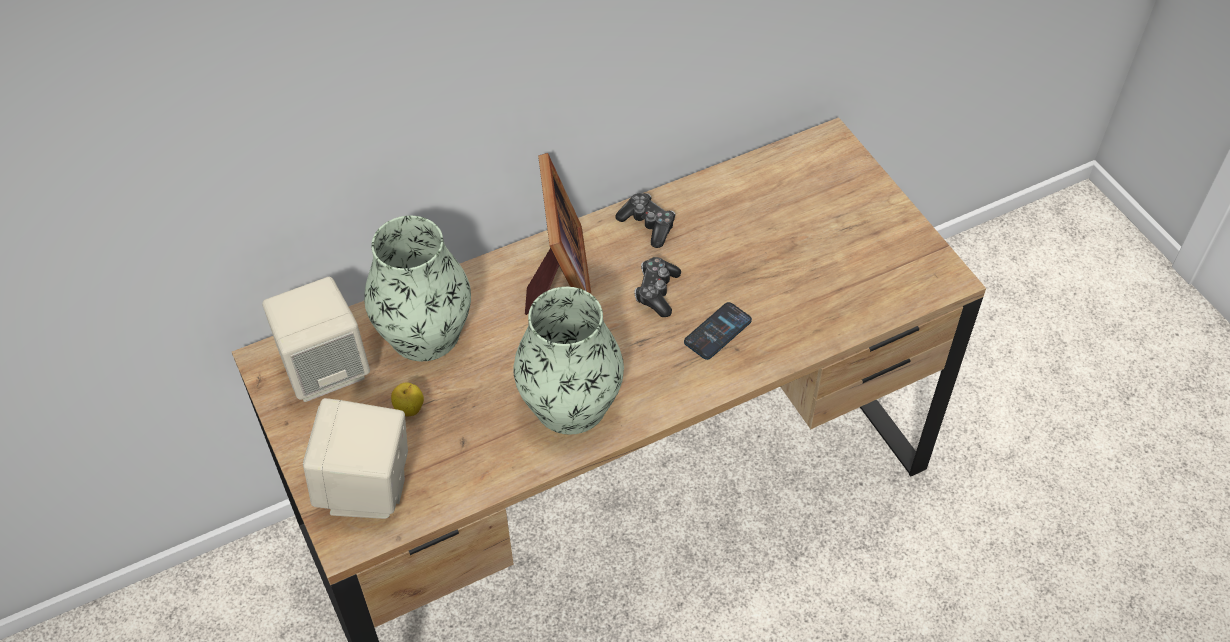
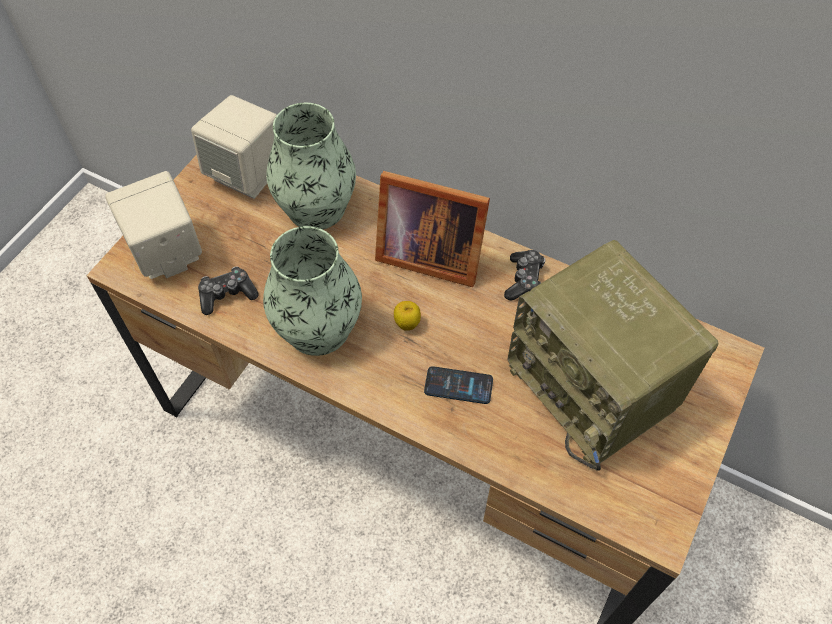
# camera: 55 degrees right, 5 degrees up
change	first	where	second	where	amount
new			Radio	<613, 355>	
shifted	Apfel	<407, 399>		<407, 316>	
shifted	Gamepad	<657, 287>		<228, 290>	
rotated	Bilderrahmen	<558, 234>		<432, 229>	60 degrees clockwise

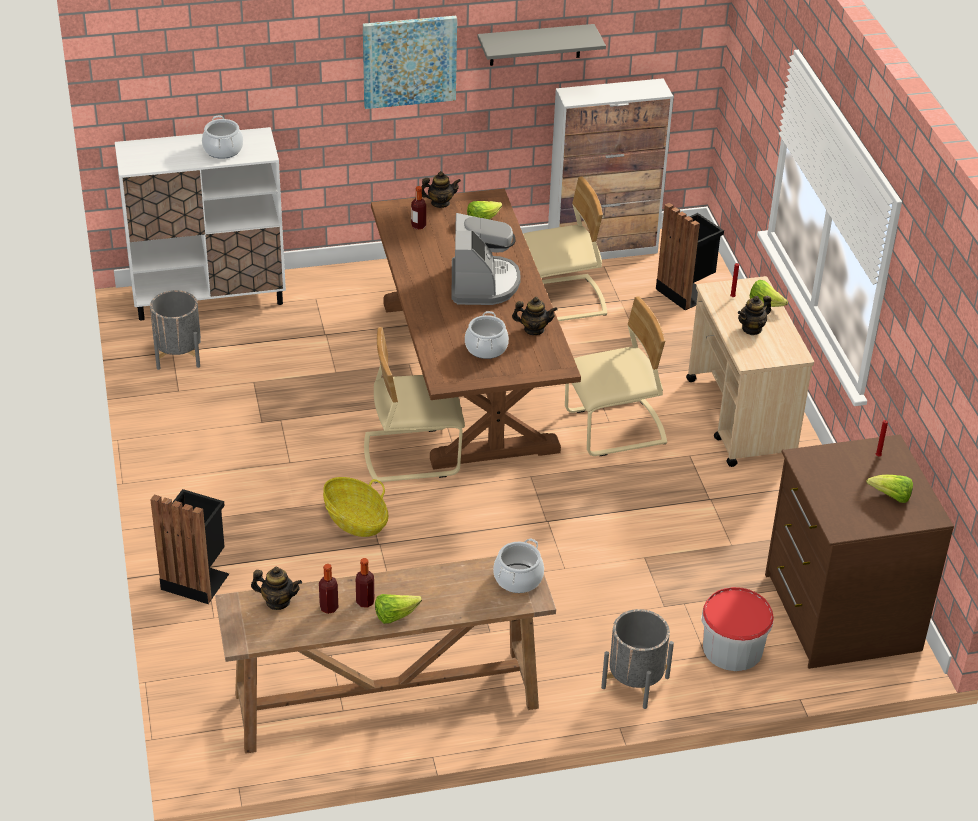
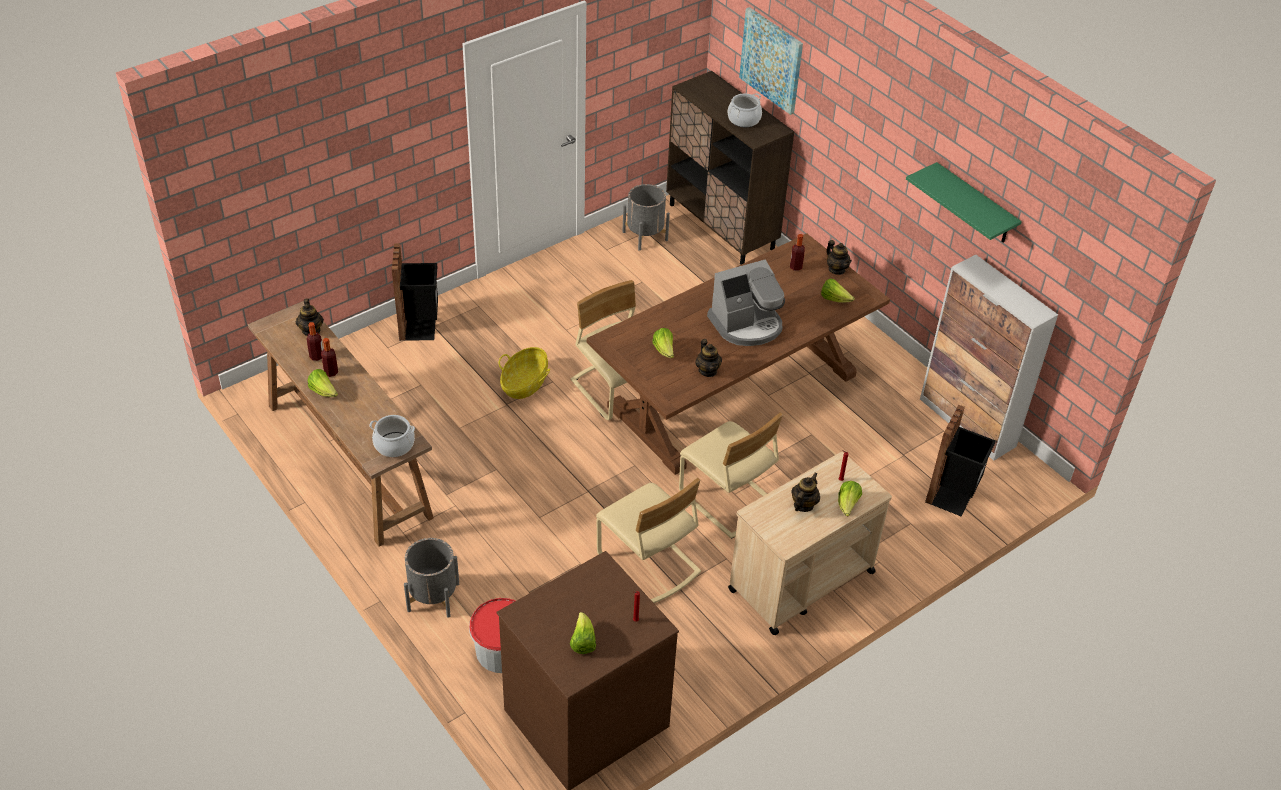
# camera: 65 degrees right, 5 degrees up
change	first	where	second	where	amount
shifted	Bild	<410, 62>		<771, 61>	
shifted	Stuhl/beige	<565, 248>		<648, 540>	
swapped	Kochtopf	<487, 335>	Salatkopf	<663, 343>	
repainted	Schrank/weiß	<200, 224>	Schrank/braun	<730, 168>	
repainted	Wandregal/grau	<542, 45>	Wandregal/grün	<964, 202>	
rotated	Teekanne	<754, 315>		<805, 492>	90 degrees clockwise

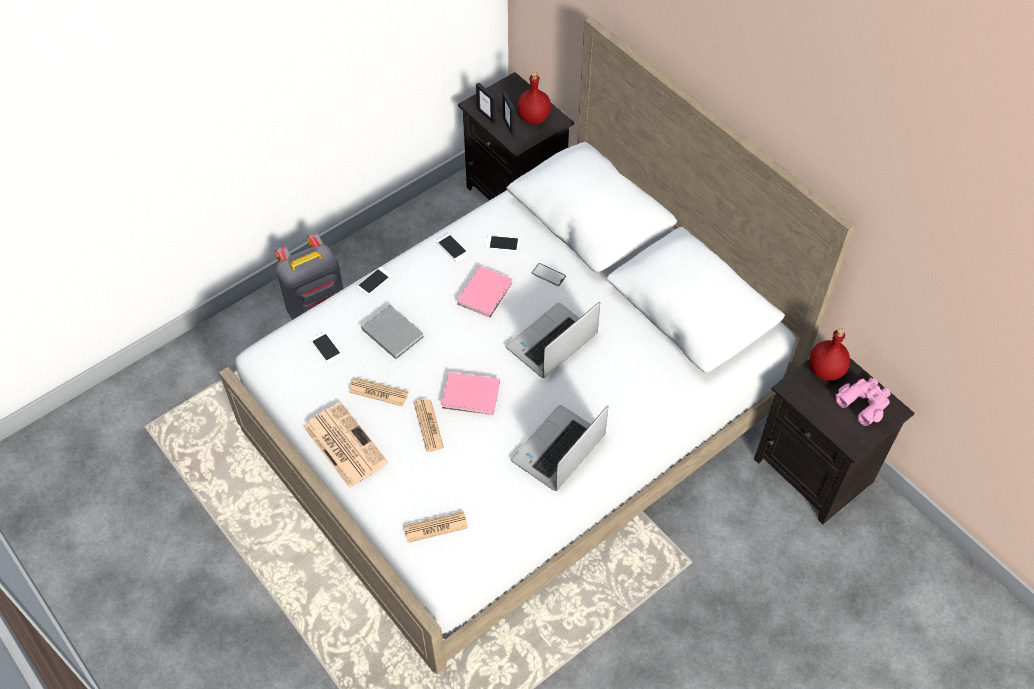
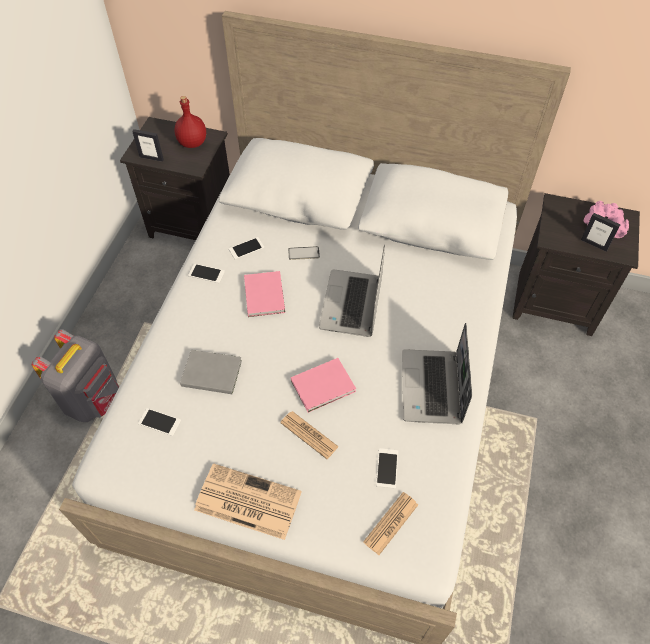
# camera: 35 degrees left, 0 degrees up
change	first	where	second	where	amount
gone	Zeitung	<379, 392>			
gone	Flasche/rot	<829, 354>			
shifted	Handy	<374, 281>		<387, 468>	
shifted	Bilderrahmen	<508, 113>		<601, 232>	

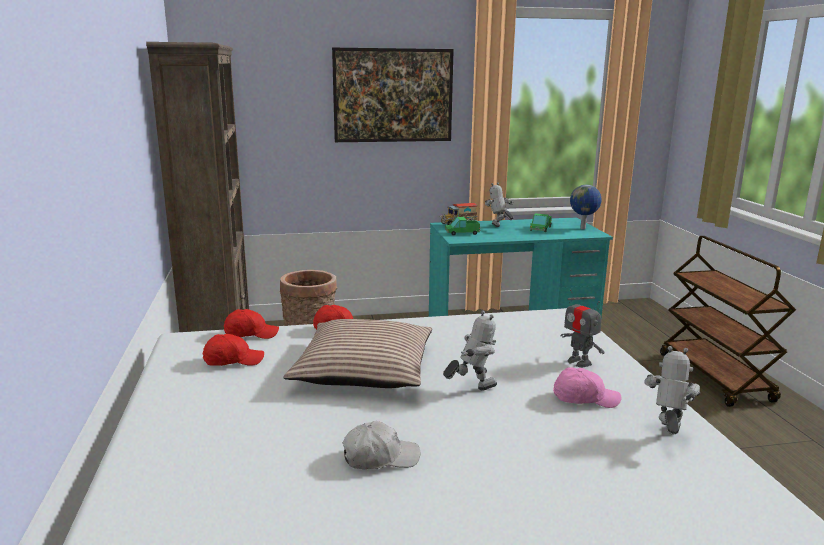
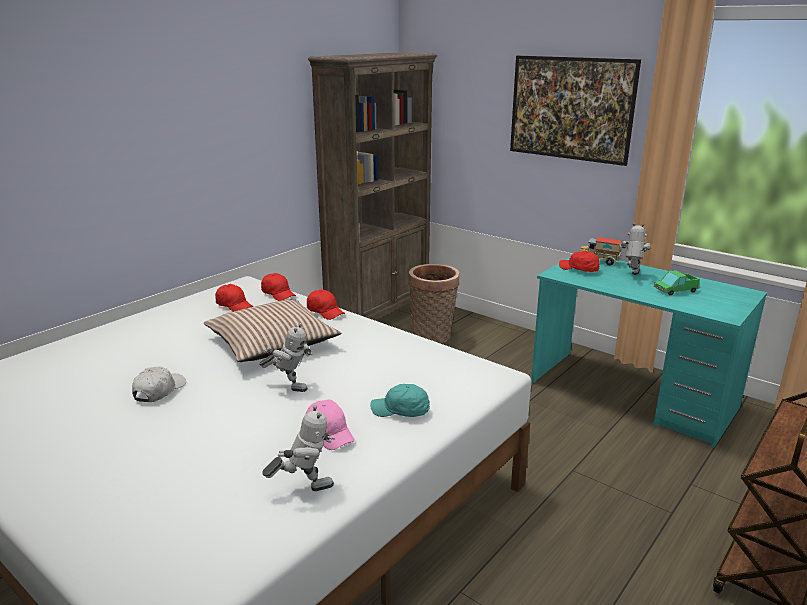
# camera: 50 degrees right, 5 degrees up
change	first	where	second	where	amount
gone	Globus	<586, 207>			
swapped	Spielzeuglaster	<462, 226>	Kappe/rot	<579, 261>	
swapped	Spielzeugroboter	<582, 328>	Kappe/türkis	<400, 400>	
rotated	Kappe/weiß	<381, 445>		<159, 384>	105 degrees counterclockwise

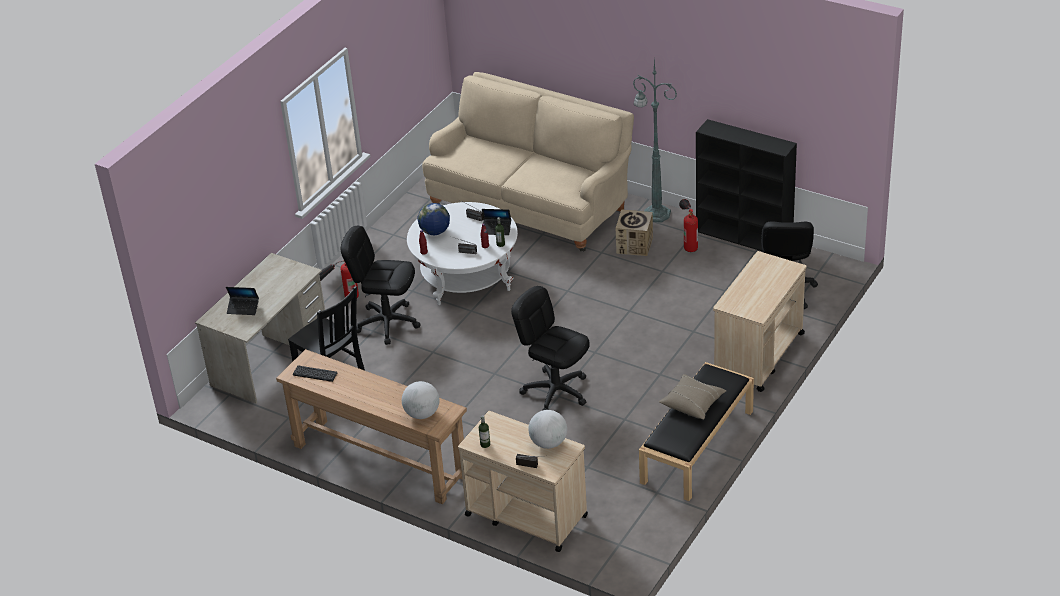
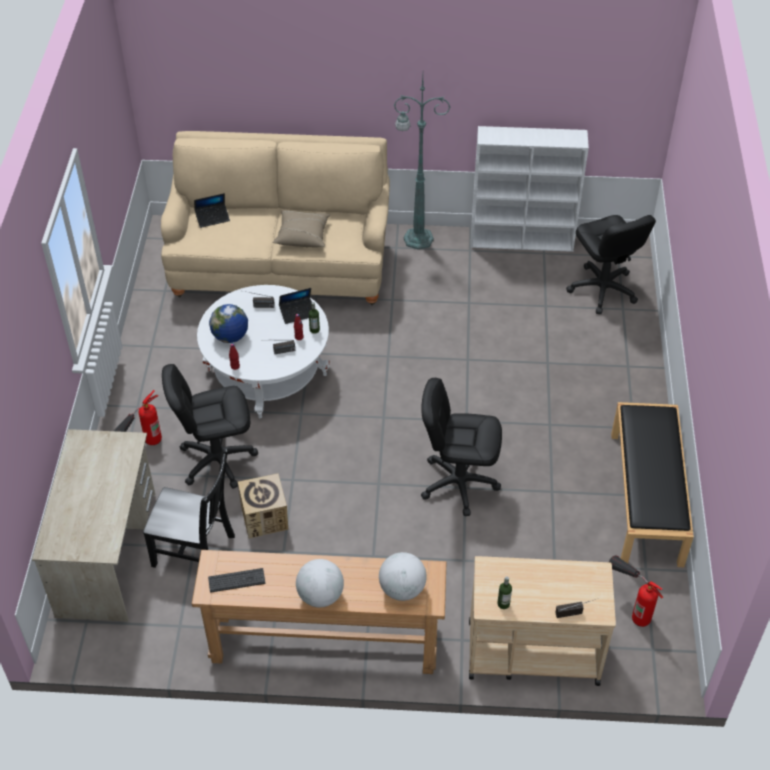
# camera: 30 degrees left, 10 degrees up
change	first	where	second	where	amount
gone	Rollwagen/beige	<760, 321>			
shifted	Laptop	<242, 301>		<212, 210>	
shifted	Globus	<547, 429>		<320, 583>	
shifted	Karton	<634, 232>		<263, 506>	
shifted	Kissen/beige	<693, 396>		<301, 229>	
shifted	Feuerlöscher	<688, 225>		<636, 591>	
repainted	Bücherregal/schwarz	<746, 185>	Bücherregal/weiß	<530, 189>	

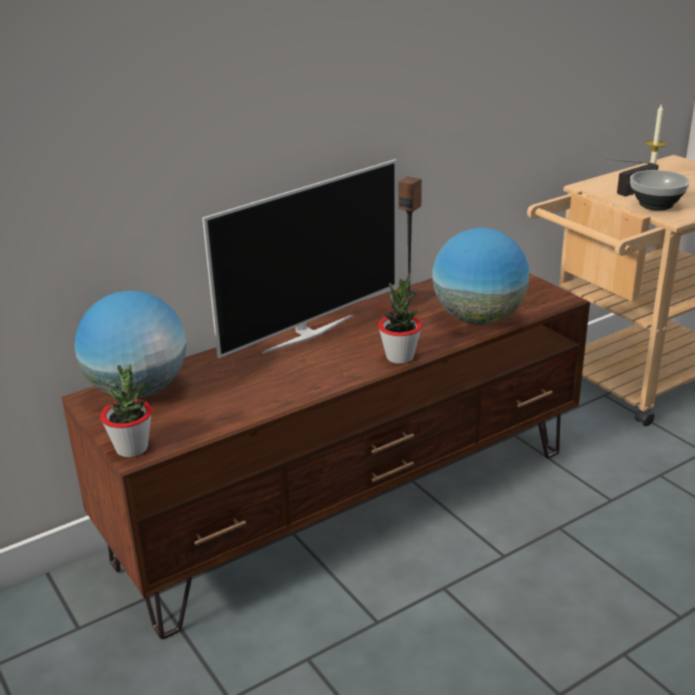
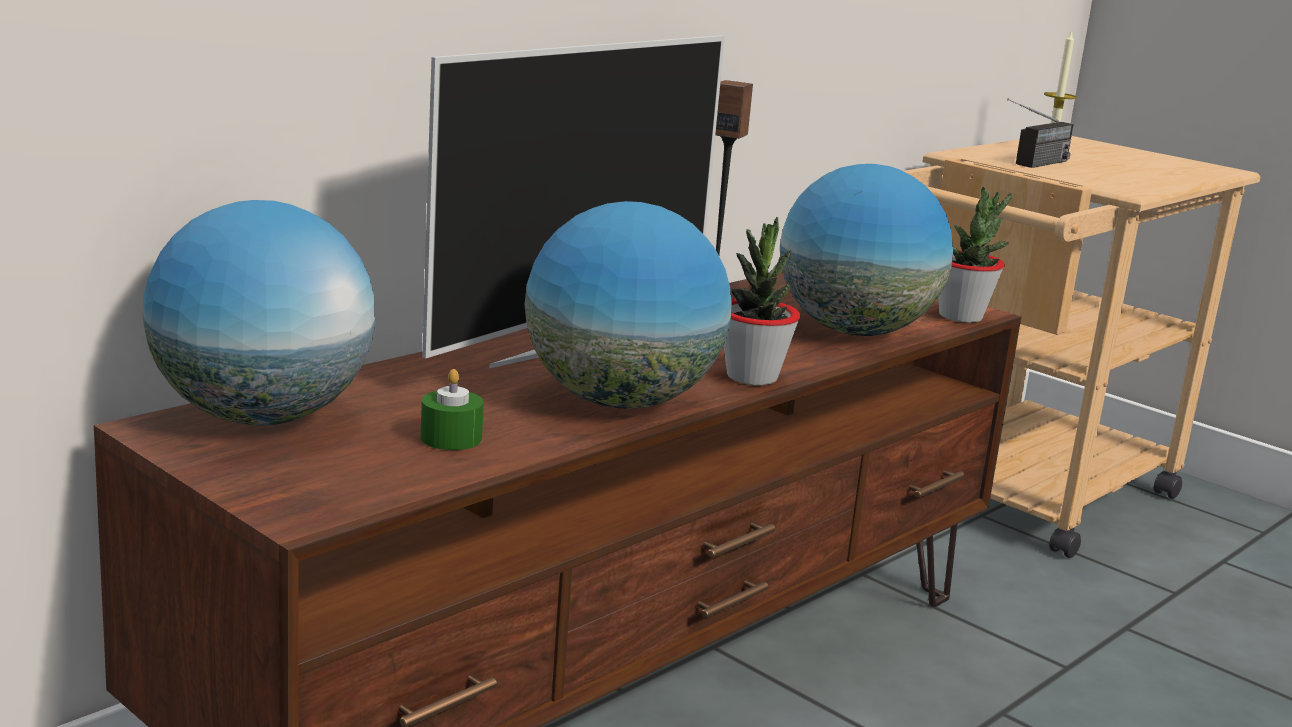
# camera: 15 degrees left, 10 degrees down
change	first	where	second	where	amount
gone	Schüssel	<660, 190>			
new			Kerze/grün	<452, 409>	
new			Globus	<628, 305>	
shifted	Topfpflanze	<126, 410>		<975, 255>	

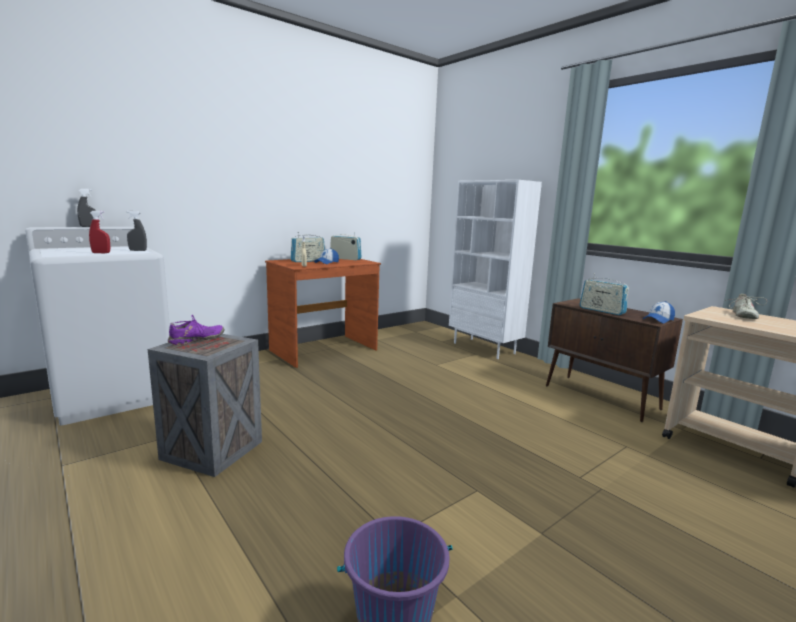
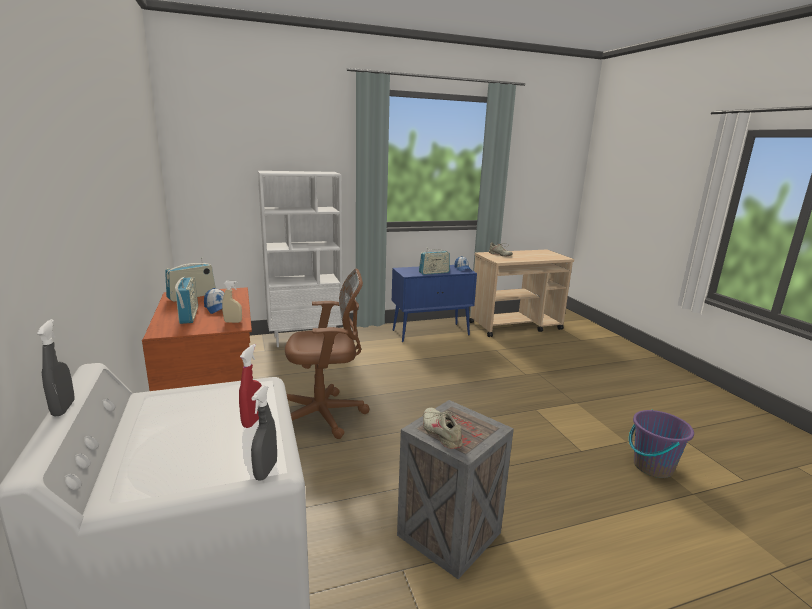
# camera: 70 degrees left, 5 degrees up
change	first	where	second	where	amount
new			Bürostuhl/braun	<327, 354>	
shifted	Sprühflasche/grau	<137, 231>		<264, 433>	
repainted	Schuh/lila	<196, 330>	Schuh/beige	<445, 428>	
repainted	Schrank/braun	<614, 360>	Schrank/blau	<434, 303>	

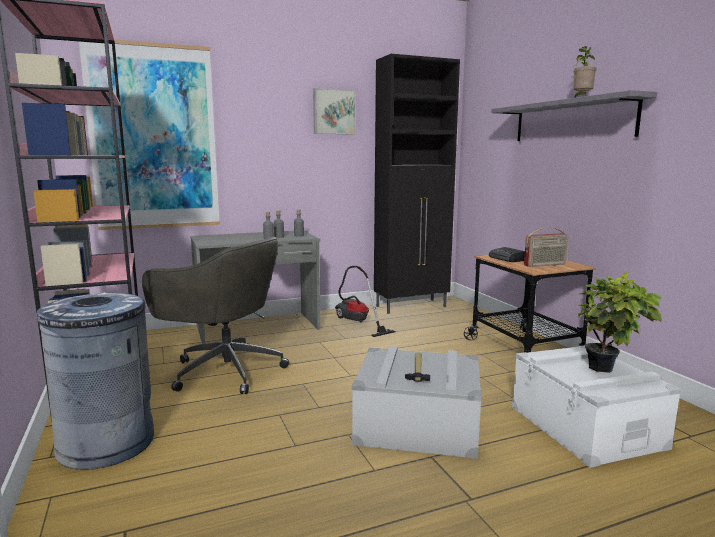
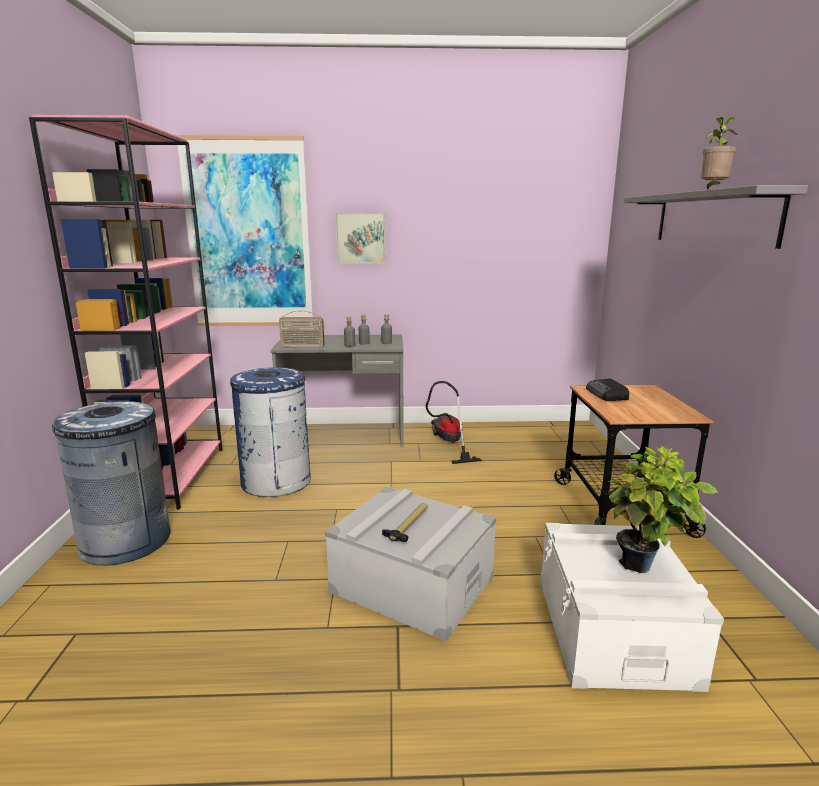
# camera: 20 degrees right, 5 degrees up
change	first	where	second	where	amount
gone	Schrank/schwarz	<417, 184>			
shifted	Bild	<334, 111>		<360, 238>	
shifted	Radio	<546, 247>		<301, 329>	
swapped	Bürostuhl/grau	<215, 315>	Mülleimer/blau	<270, 432>	

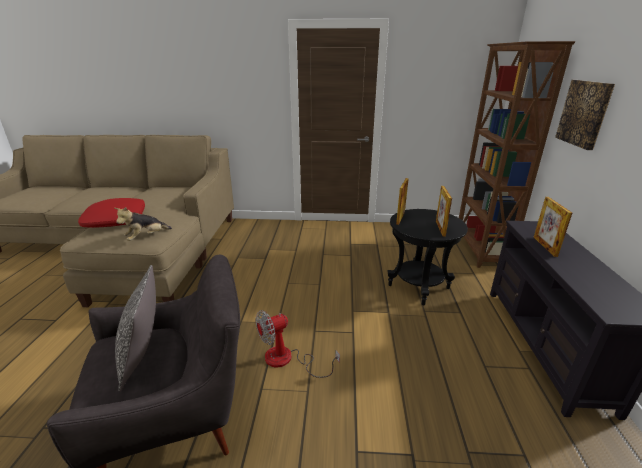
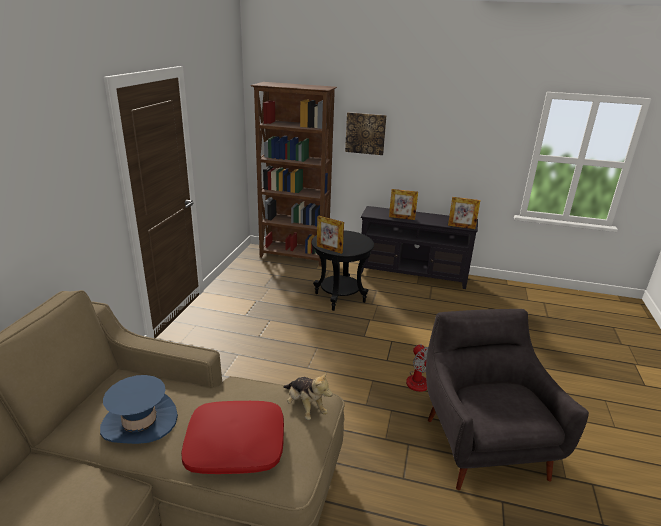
# camera: 80 degrees left, 0 degrees up
change	first	where	second	where	amount
gone	Kissen	<135, 328>			
new			Hut/blau	<139, 409>	
shifted	Bilderrahmen	<444, 211>		<464, 213>	

